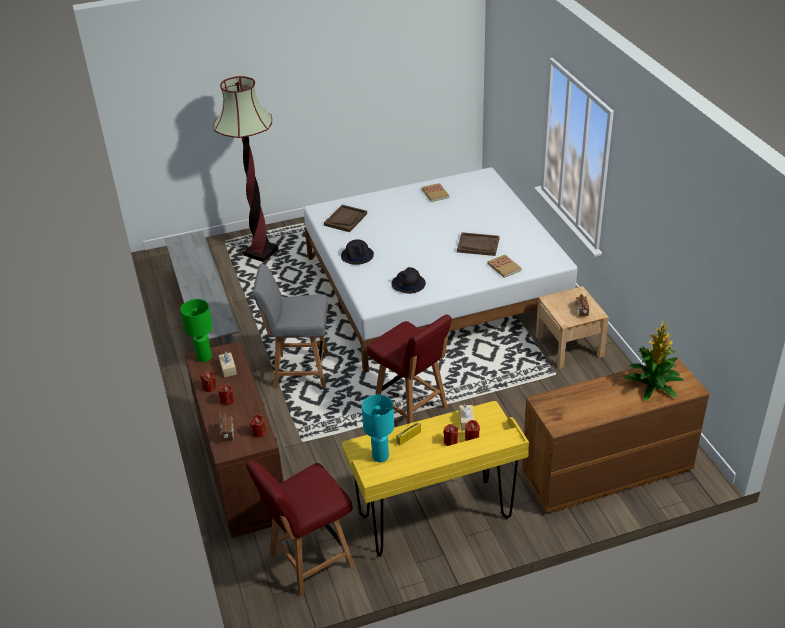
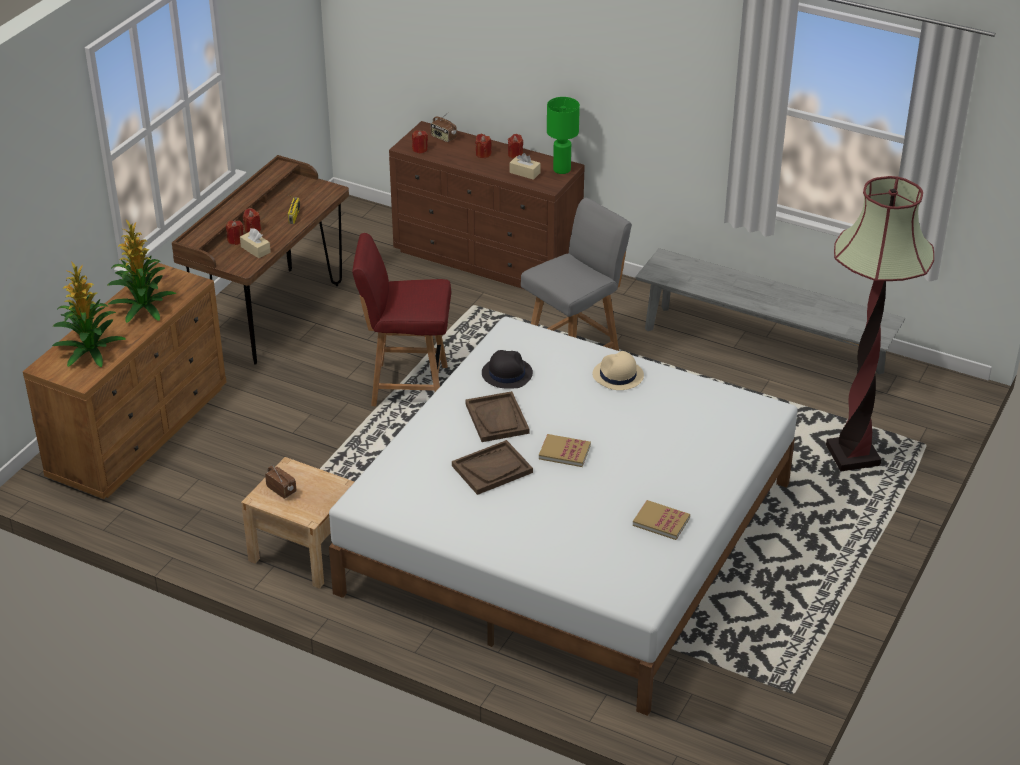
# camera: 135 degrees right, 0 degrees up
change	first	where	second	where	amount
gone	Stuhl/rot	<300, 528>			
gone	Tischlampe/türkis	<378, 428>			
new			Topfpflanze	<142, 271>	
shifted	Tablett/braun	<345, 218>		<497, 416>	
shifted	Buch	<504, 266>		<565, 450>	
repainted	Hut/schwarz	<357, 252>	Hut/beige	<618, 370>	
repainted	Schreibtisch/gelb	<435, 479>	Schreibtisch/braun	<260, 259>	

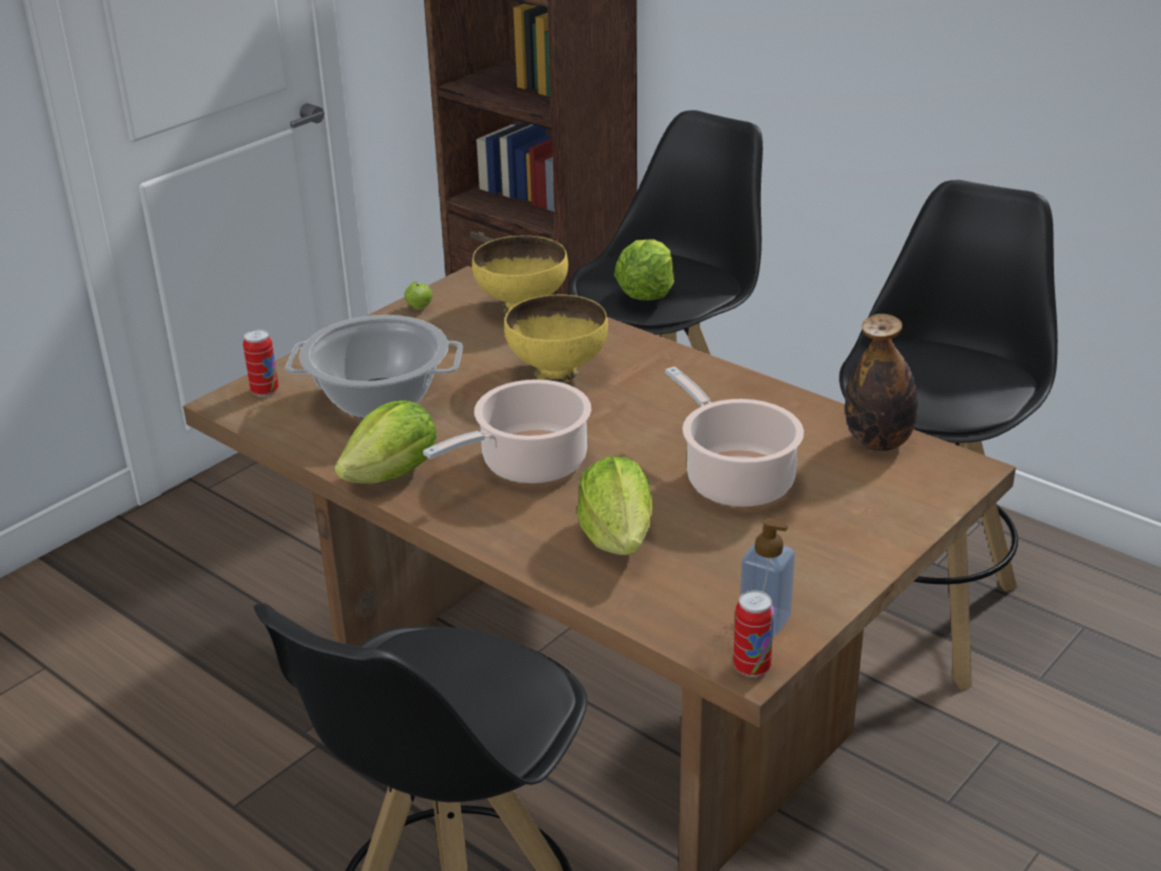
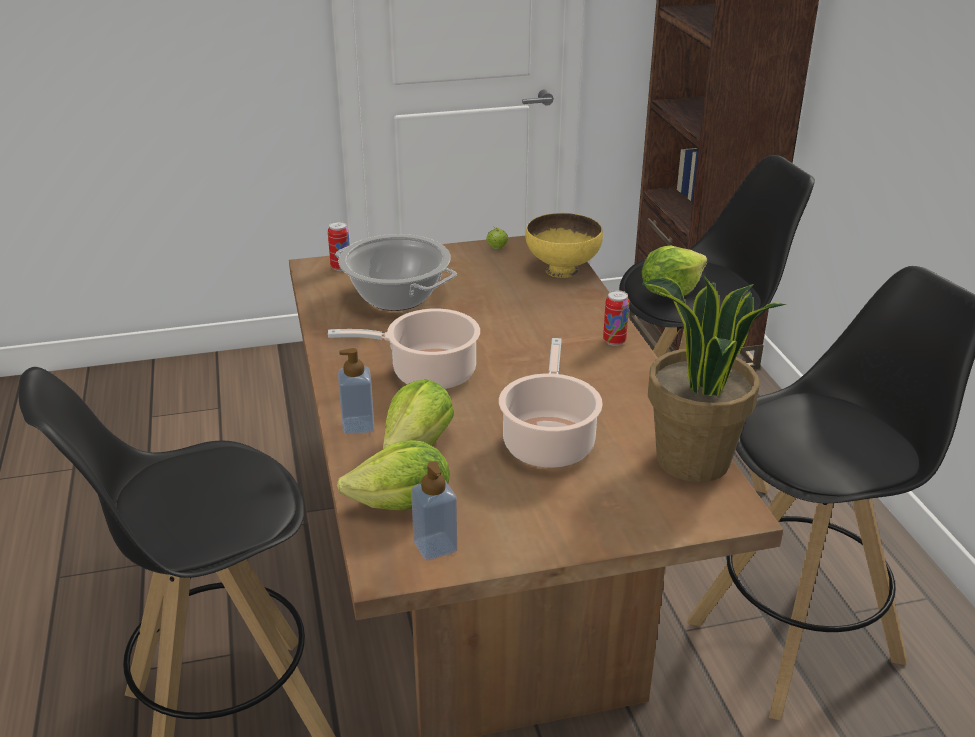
# camera: 35 degrees right, 0 degrees up
change	first	where	second	where	amount
gone	Schüssel/gelb	<556, 339>			
new			Seifenspender	<356, 391>	
shifted	Salatkopf	<385, 442>		<393, 475>	
shifted	Dose	<753, 633>		<616, 318>	
swapped	Flasche	<881, 382>	Topfpflanze	<714, 378>	

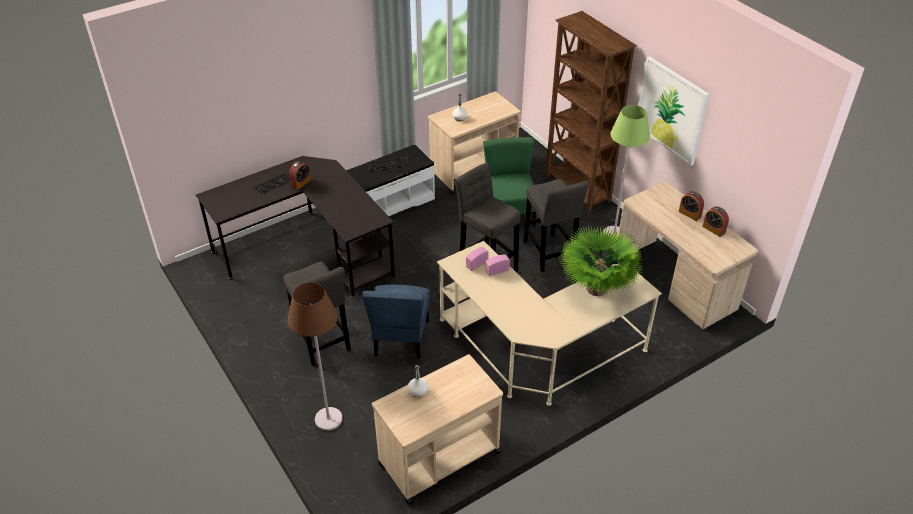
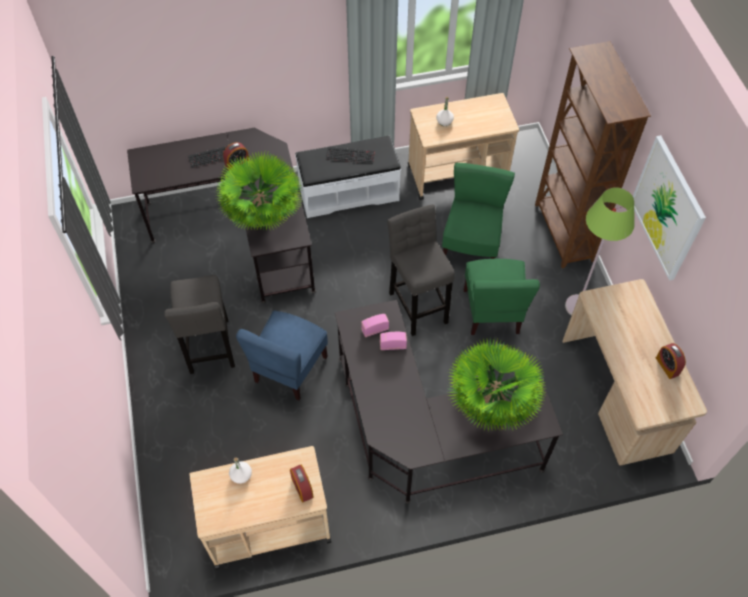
# camera: 20 degrees right, 15 degrees up
change	first	where	second	where	amount
gone	Stehlampe/braun	<315, 356>			
new			Topfpflanze	<259, 190>	
shifted	Wecker	<691, 206>		<302, 483>	
swapped	Hocker/grau	<556, 225>	Stuhl/grün	<502, 297>	
repainted	Schreibtisch/beige	<549, 323>	Schreibtisch/schwarz	<449, 402>	

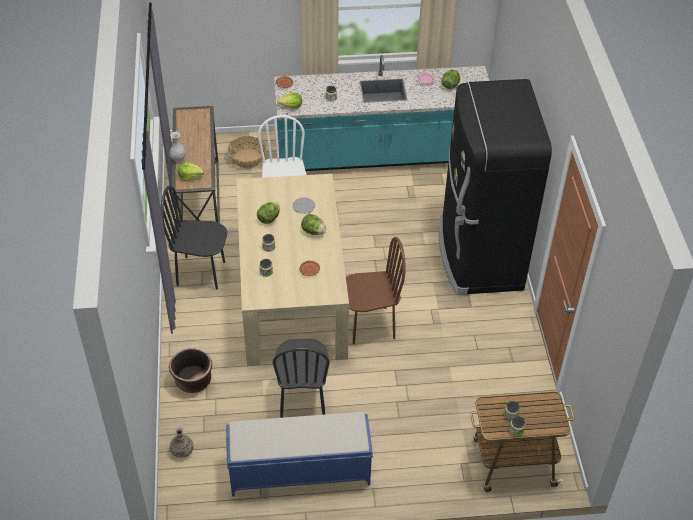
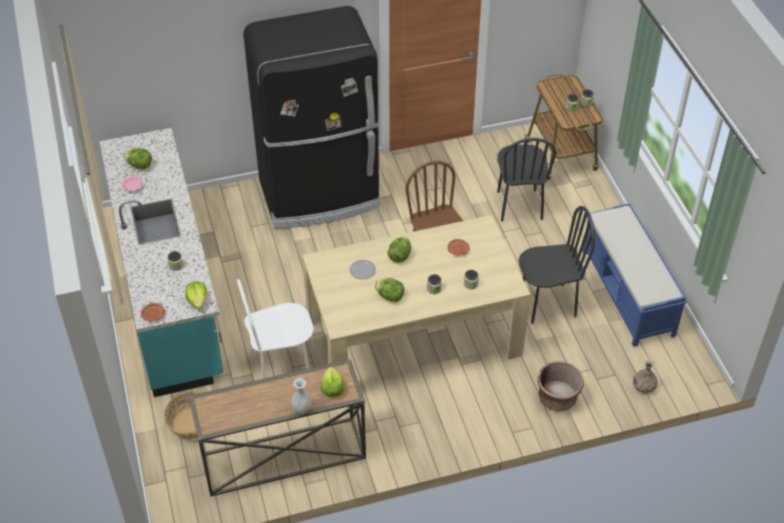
# camera: 100 degrees left, 0 degrees up
change	first	where	second	where	amount
shifted	Stuhl/schwarz	<194, 237>		<526, 180>	

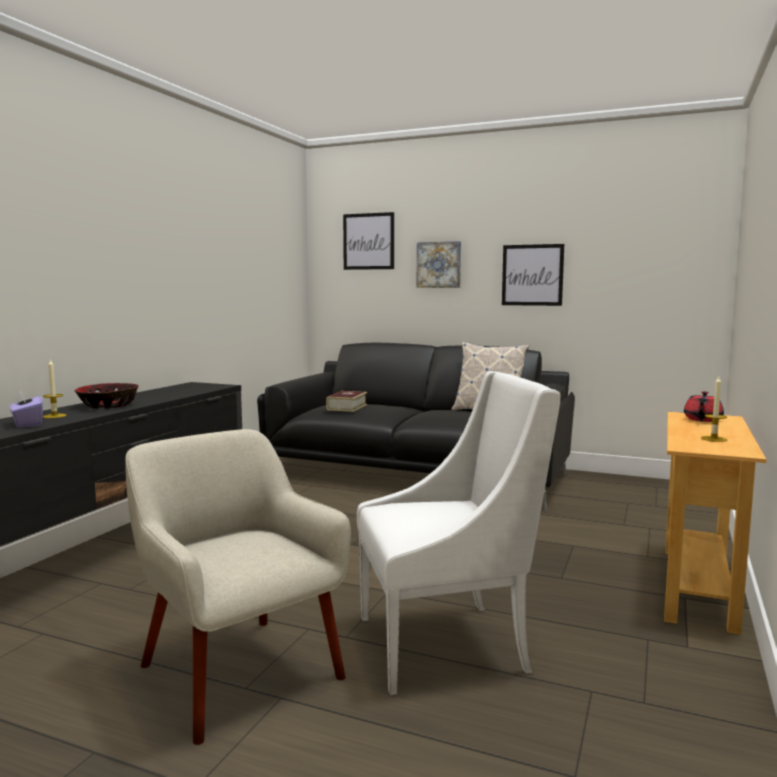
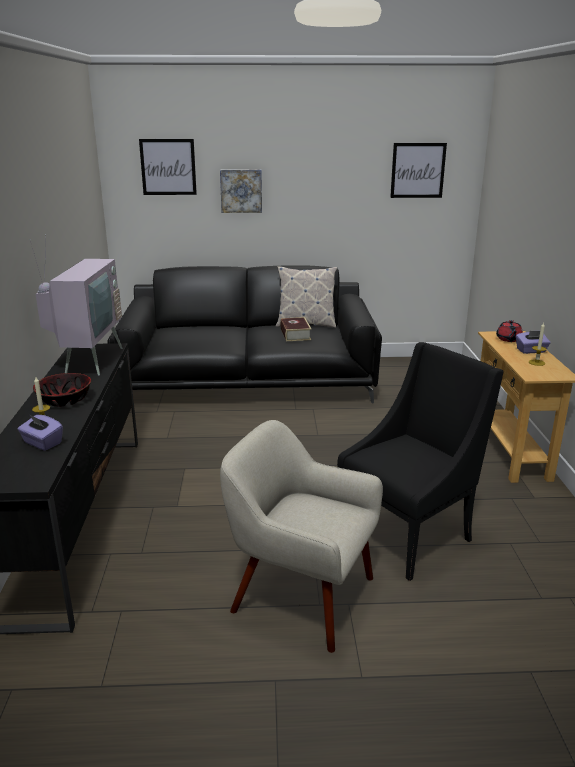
# camera: 25 degrees left, 15 degrees up
change	first	where	second	where	amount
new			Fernseher	<76, 305>	
new			Taschentuchbox/lila	<533, 342>	
shifted	Buch	<346, 401>		<295, 329>	
shifted	Bild	<533, 275>		<418, 170>	
repainted	Sessel/weiß	<458, 533>	Sessel/schwarz	<420, 461>	

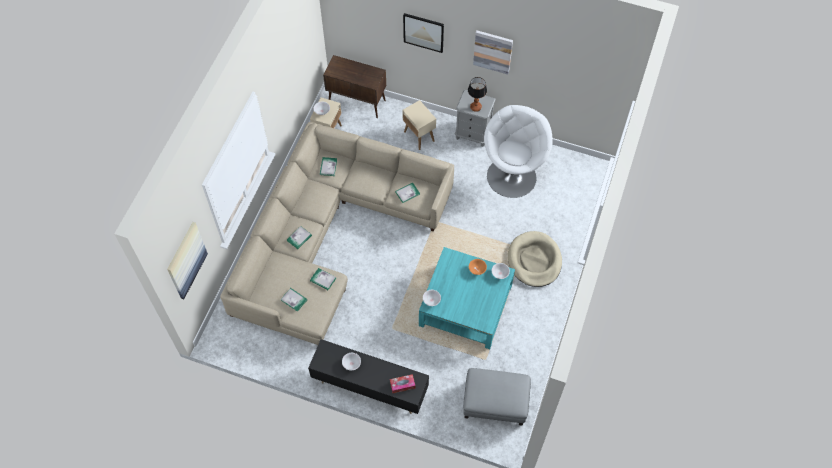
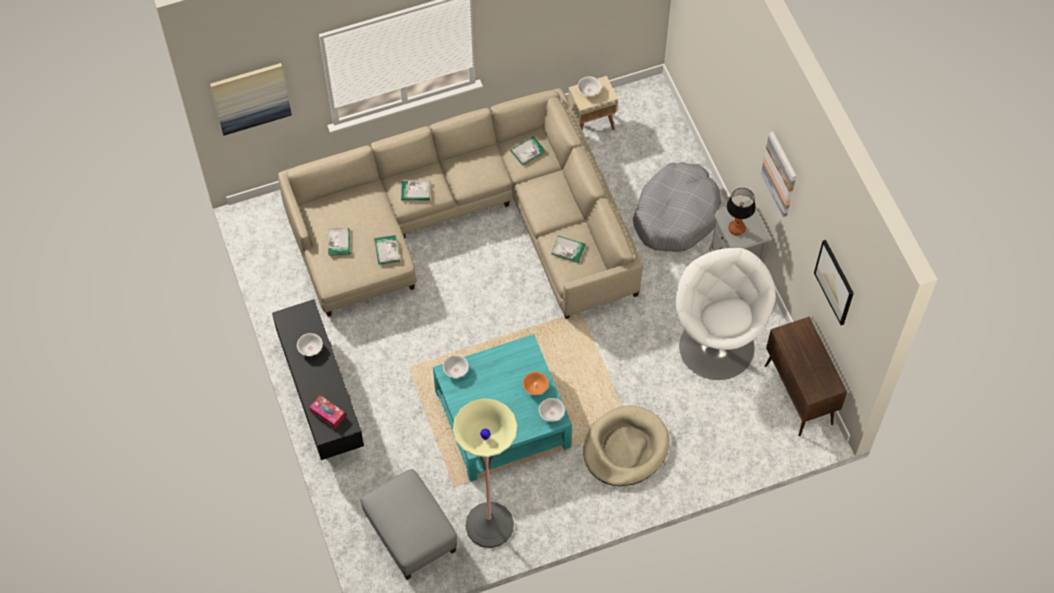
# camera: 50 degrees right, 0 degrees up
change	first	where	second	where	amount
new			Stehlampe	<485, 473>	
shifted	Schrank/braun	<354, 86>		<806, 377>	
shifted	Bild	<423, 33>		<834, 282>	
swapped	Beistelltisch/beige	<419, 125>	Hundebett/grau	<677, 207>	
rotated	Sessel/weiß	<518, 151>		<726, 314>	90 degrees counterclockwise

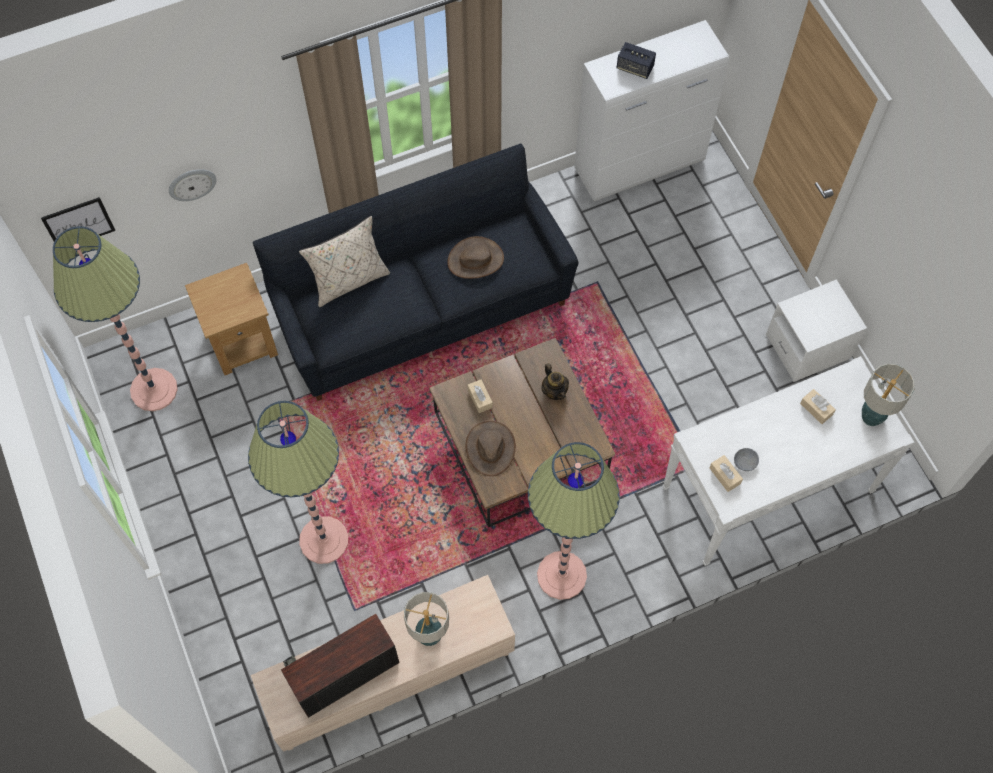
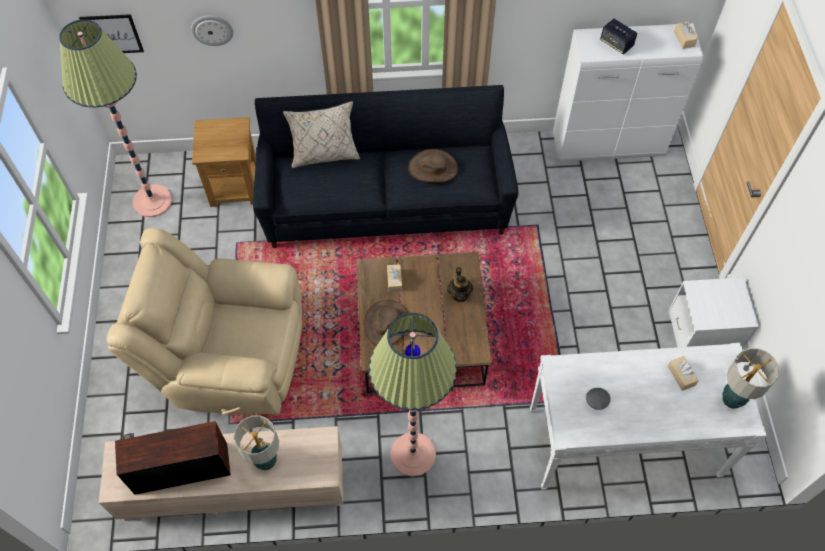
# camera: 20 degrees right, 5 degrees down
change	first	where	second	where	amount
shifted	Taschentuchbox/beige	<726, 473>		<686, 35>	
swapped	Stehlampe	<298, 482>	Sessel/beige	<204, 321>	

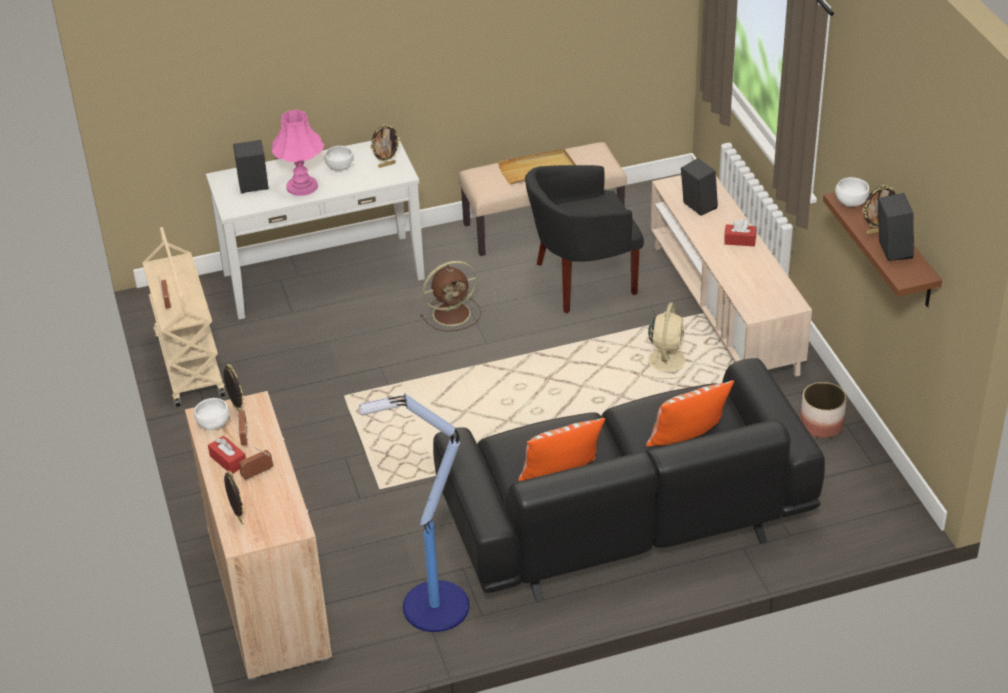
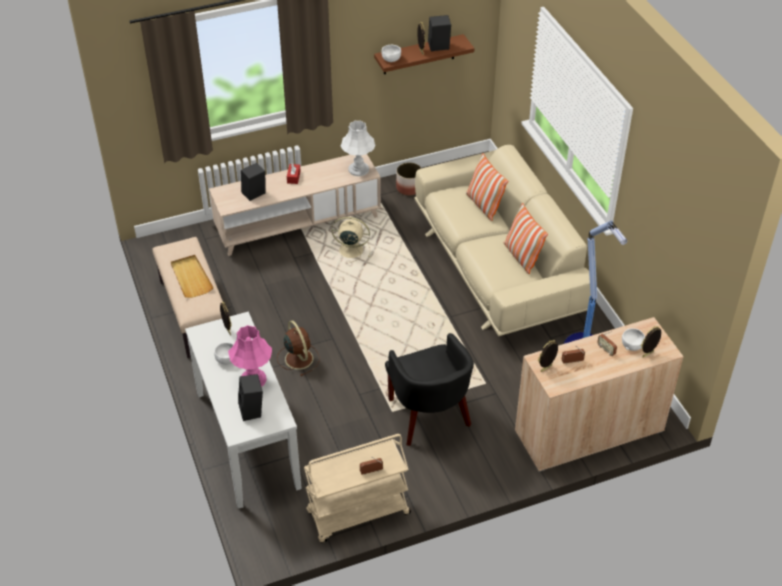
# camera: 95 degrees left, 5 degrees up
change	first	where	second	where	amount
gone	Taschentuchbox/rot	<227, 455>			
new			Tischlampe/weiß	<358, 148>	
shifted	Schüssel/weiß	<212, 414>		<633, 339>	
shifted	Sessel/schwarz	<584, 239>		<429, 389>	
repainted	Sofa/schwarz	<629, 480>	Sofa/beige	<502, 240>	

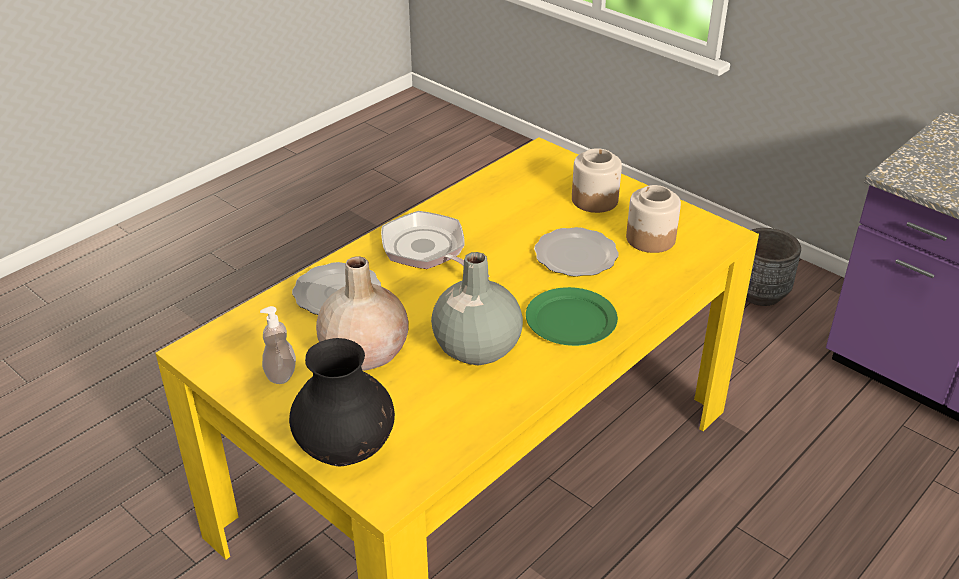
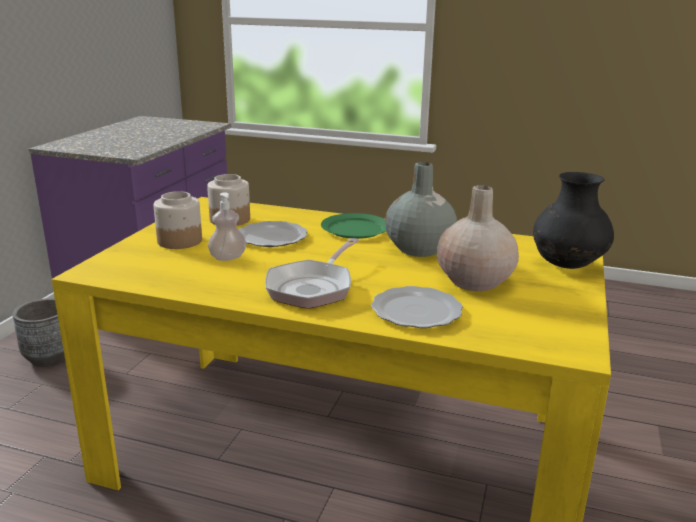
# camera: 115 degrees left, 15 degrees down
change	first	where	second	where	amount
shifted	Seifenspender	<278, 345>		<227, 227>	

